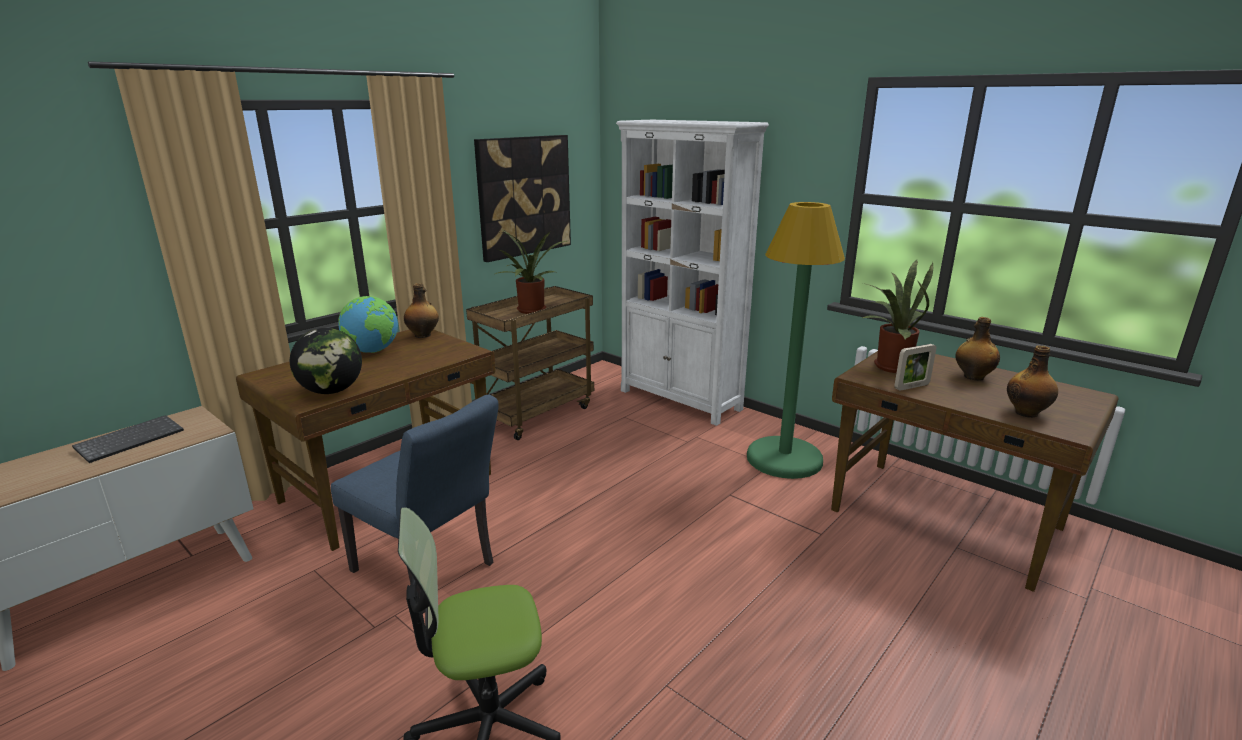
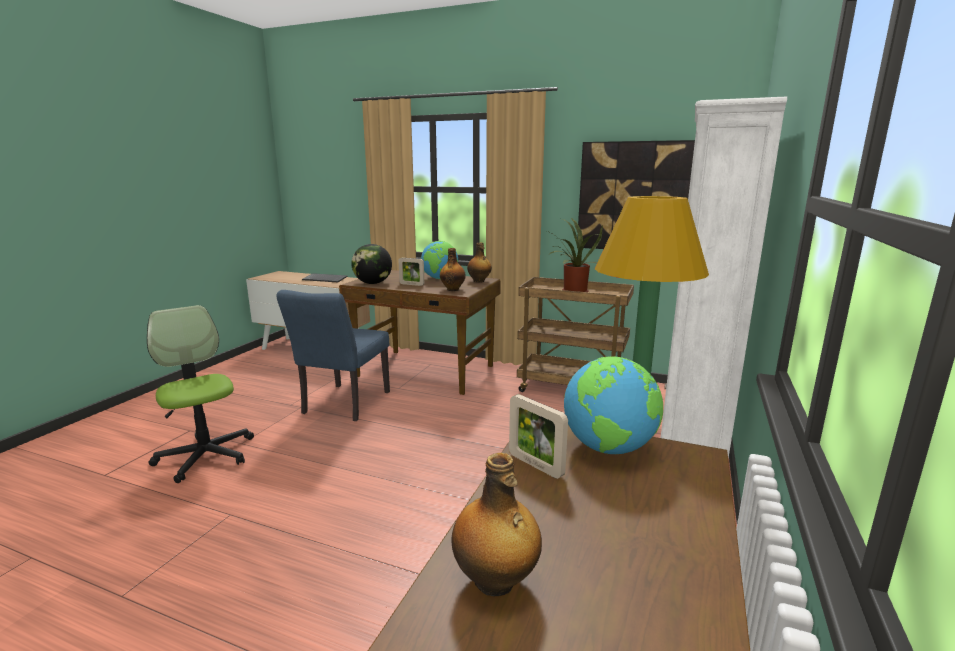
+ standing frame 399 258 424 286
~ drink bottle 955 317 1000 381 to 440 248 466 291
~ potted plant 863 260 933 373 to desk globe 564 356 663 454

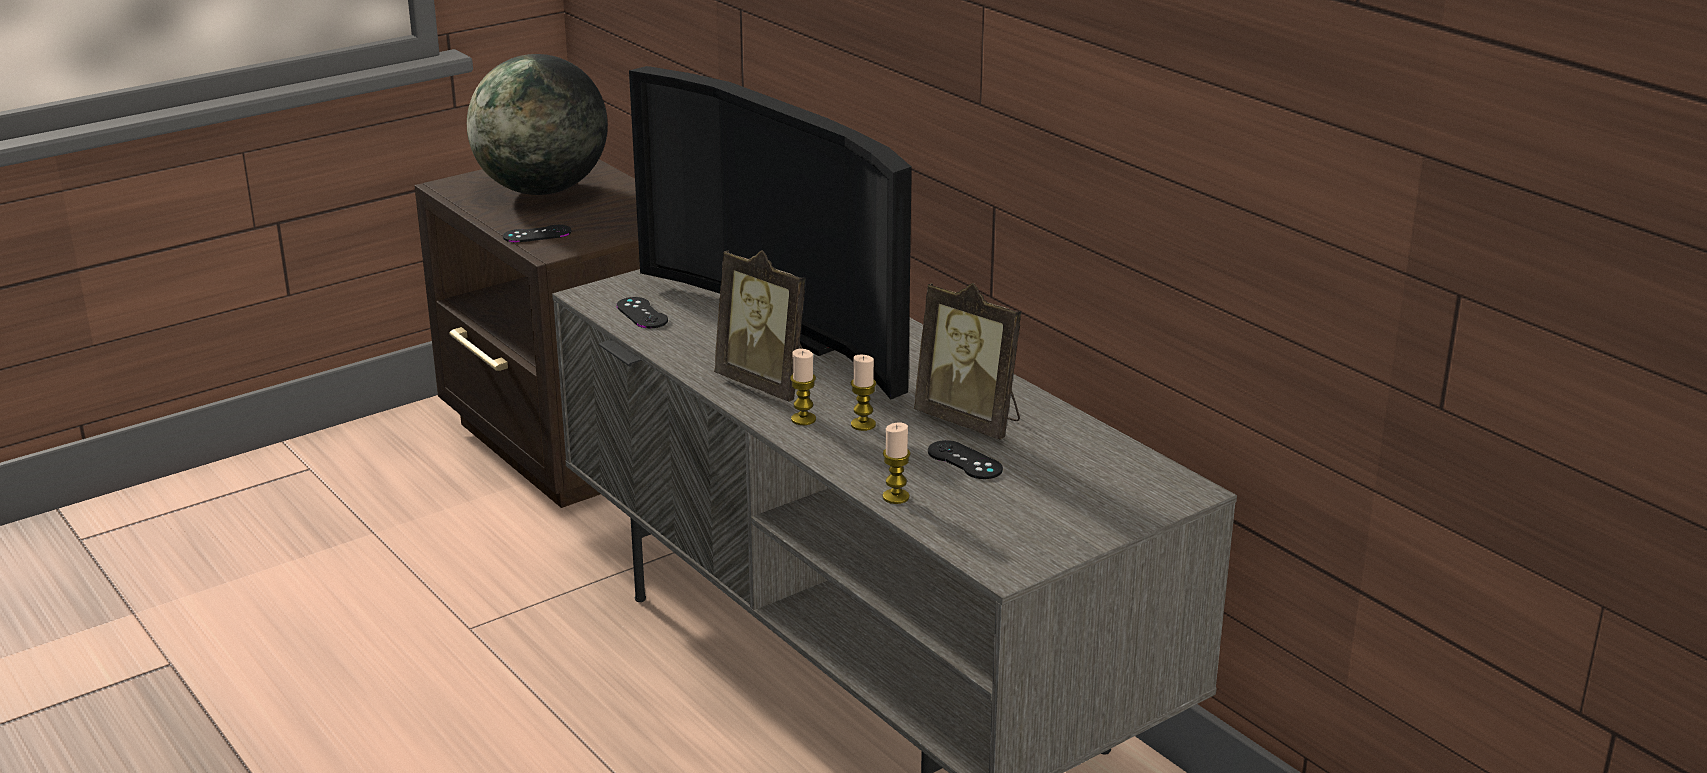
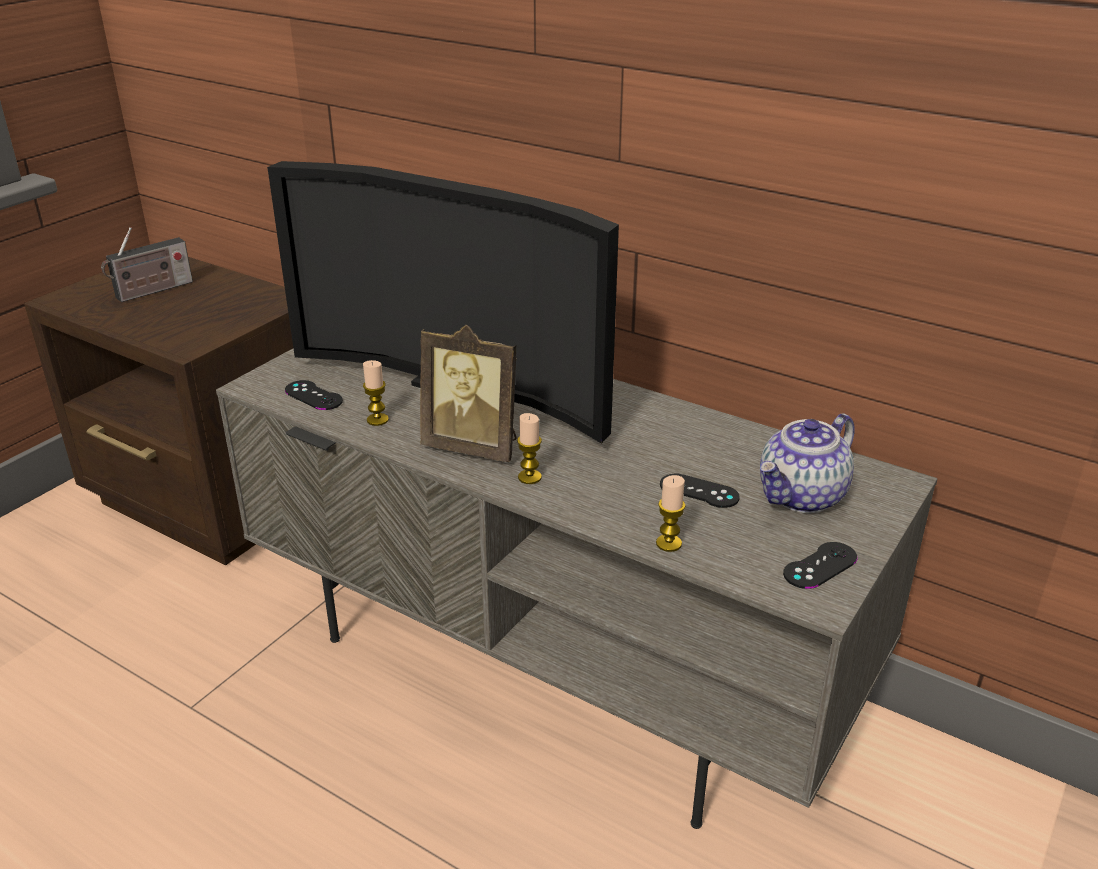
- standing frame 914 283 1021 440
+ tea pot 760 413 855 513
~ joypad in blackish 503 225 571 243 to 783 542 857 589
~ wax light 851 355 876 431 to 363 360 389 426
~ desk globe 467 54 608 195 to radio receiver 101 227 193 302

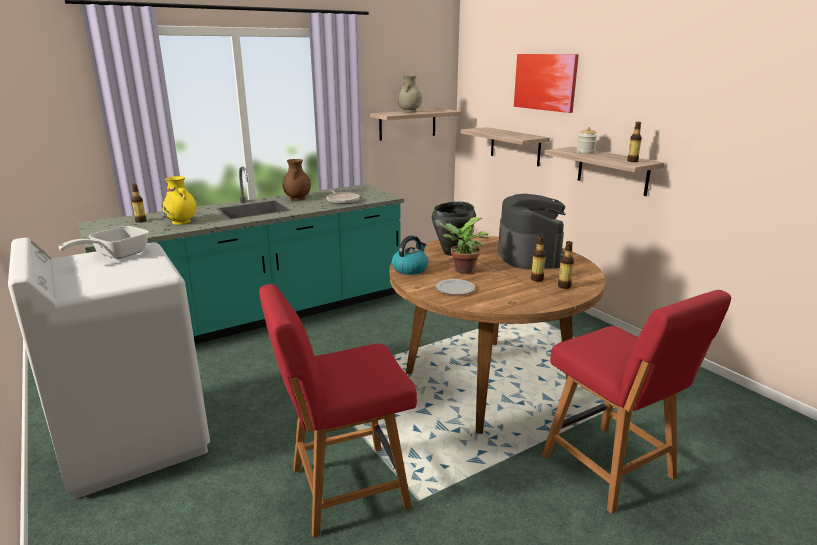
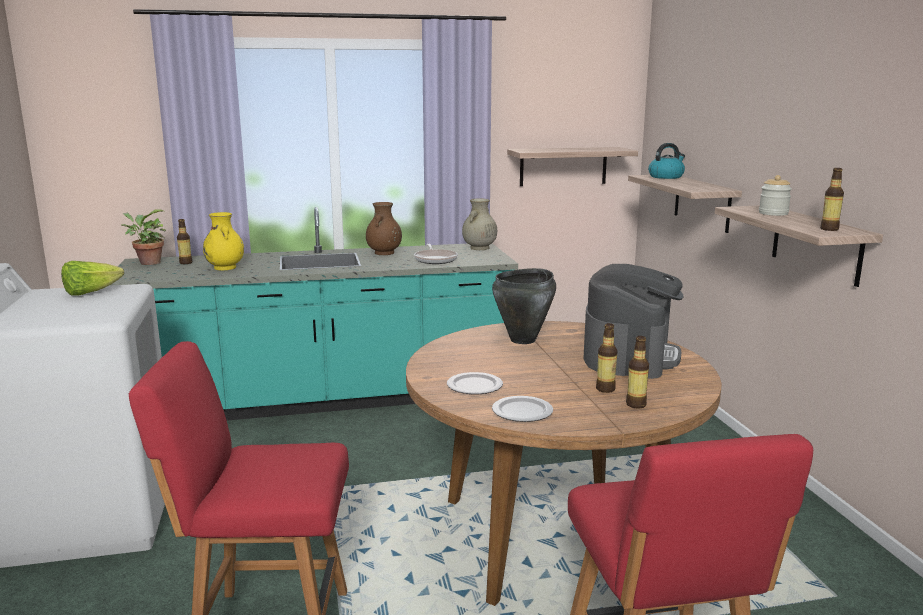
- wall art 514 54 579 113
+ flat dish 492 396 553 422
~ tea kettle 392 235 428 275 to 648 143 685 179
~ decorative vase in beige-coloured 397 76 422 113 to 462 198 497 250
~ potted plant 437 217 489 274 to 121 209 166 265
~ frying pan 59 226 149 259 to lettuce 61 261 124 295

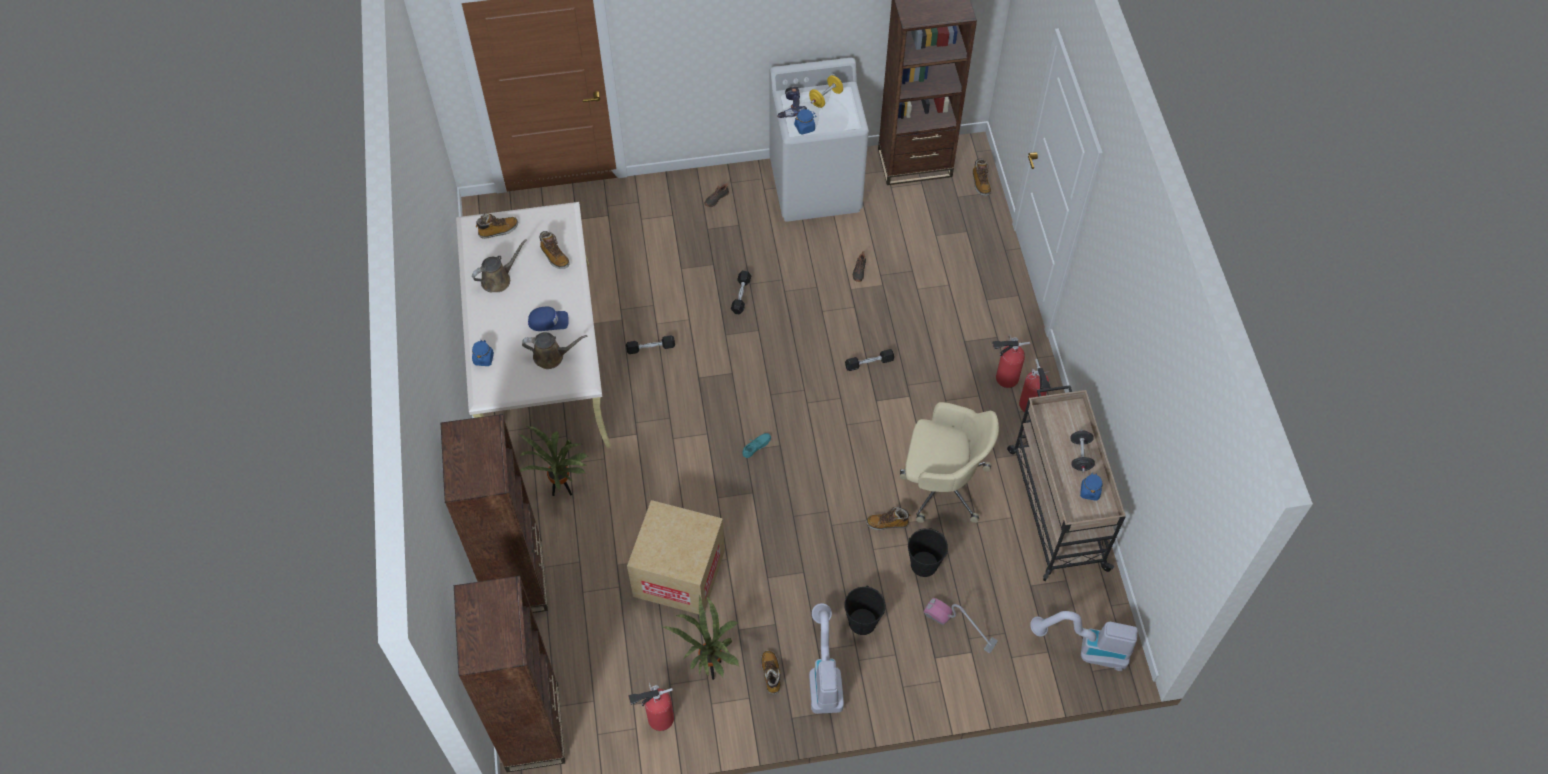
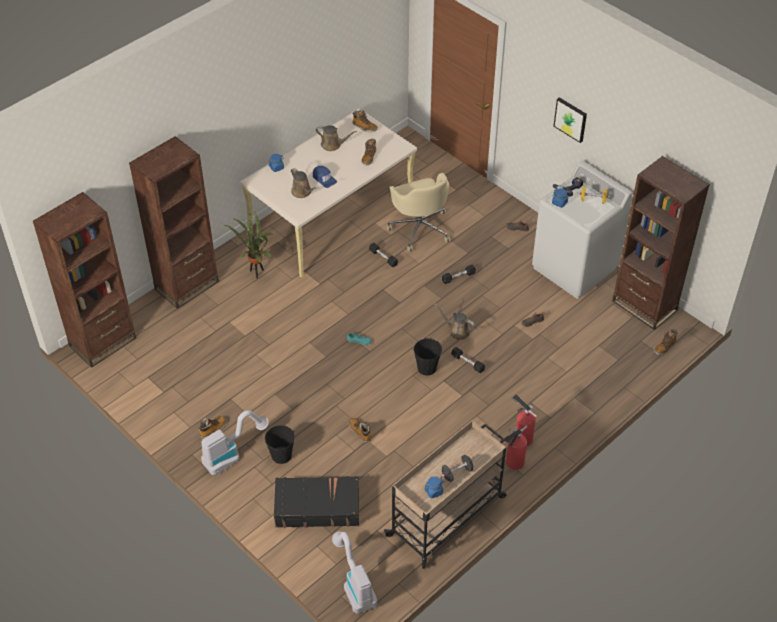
- cardboard box 627 500 725 614
- fire extinguisher 628 682 674 731
- potted plant 663 596 739 680
+ watering can in brown 434 304 475 340
+ wall art 553 97 587 143
~ office chair in beige-coloured 900 402 999 523 to 386 173 450 252
~ pail in blackish 908 528 948 577 to 414 337 442 375
~ vacuum 923 598 998 653 to suitcase in blackish 274 476 359 528

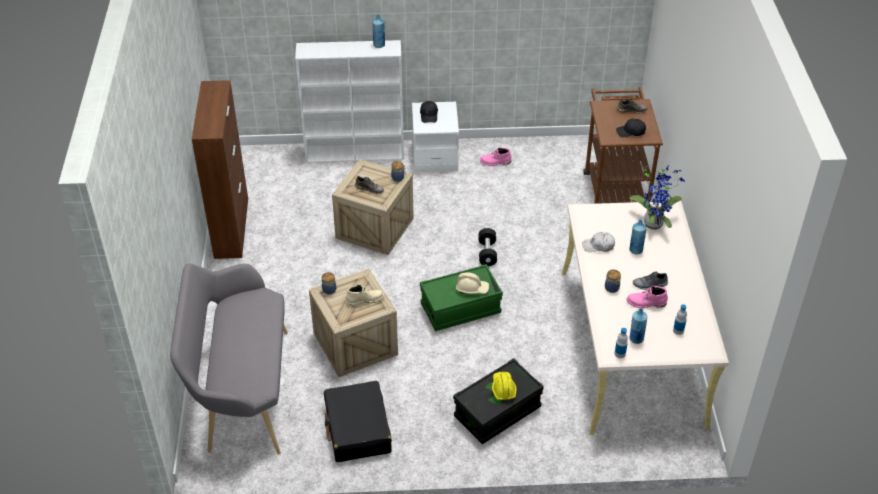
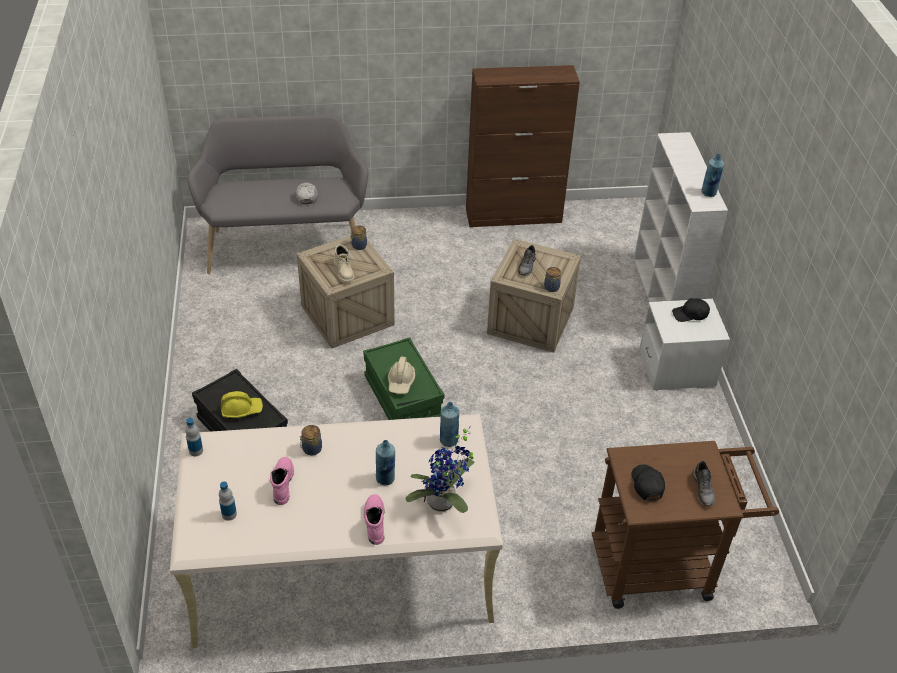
- suitcase in blackish 324 381 392 462
- hand weight in blackish 479 228 497 266
- item of footwear in gray 633 272 668 290
~ high-top boot in pink 480 147 511 166 to 364 494 385 545
~ peaked cap in whitish 582 232 615 252 to 296 182 318 204
~ drink bottle in blue 630 308 647 344 to 440 402 459 447

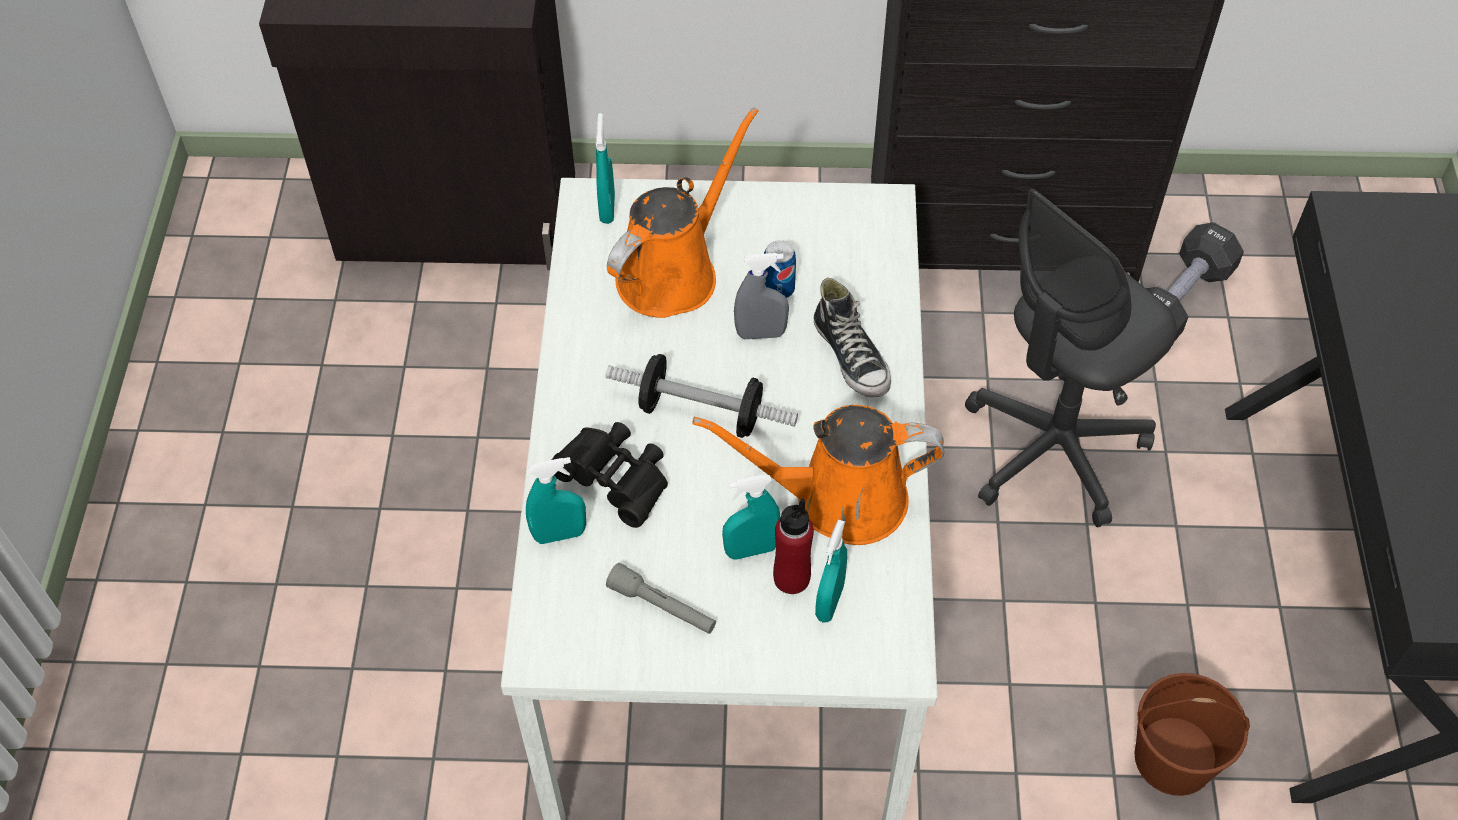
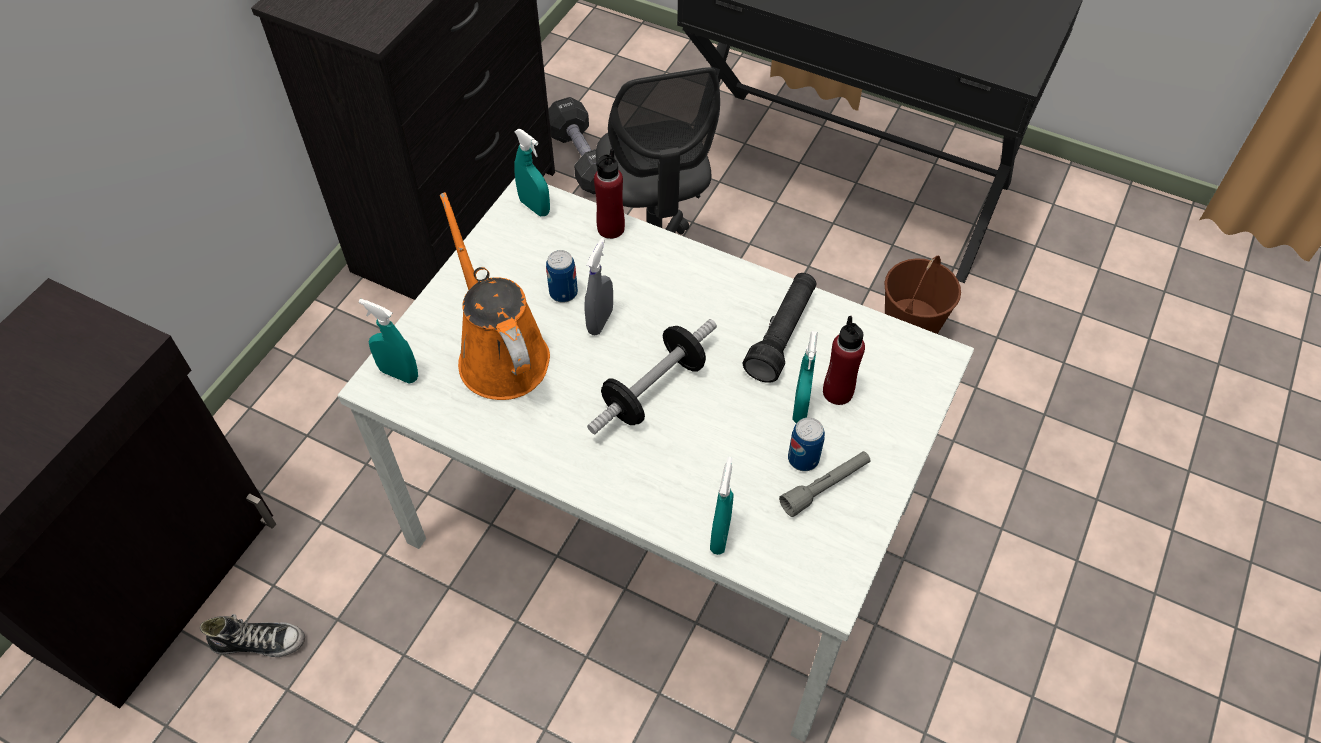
- pair of binoculars in blackish 552 422 668 528
+ drink bottle in red 594 149 625 239
+ can 788 417 825 471
~ item of footwear 814 278 891 397 to 200 614 305 657
~ sprayer in turquoise-coloured 815 520 847 622 to 514 129 550 216
~ watering can in orangey 693 405 944 545 to torch in blackish 743 273 816 383

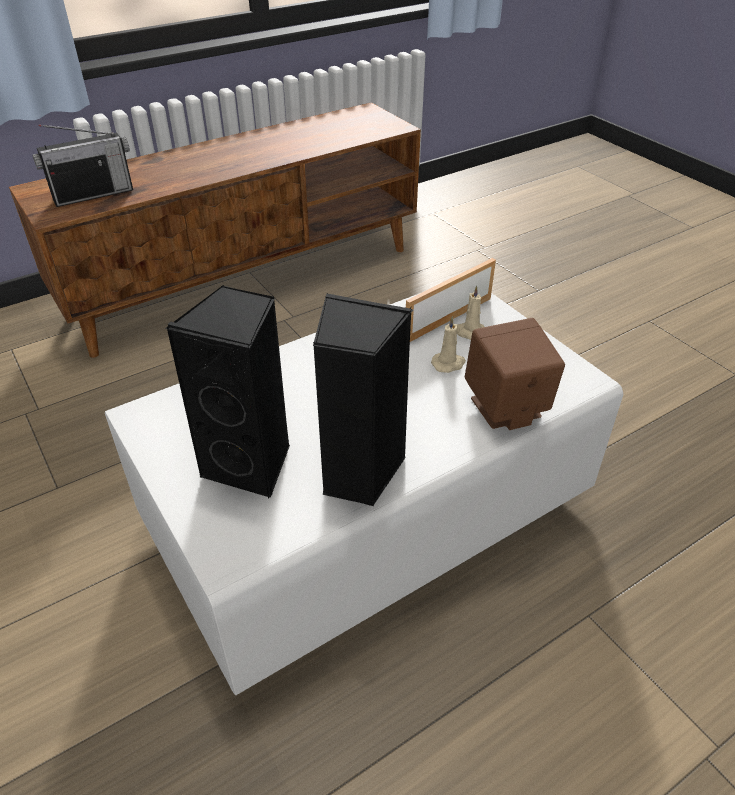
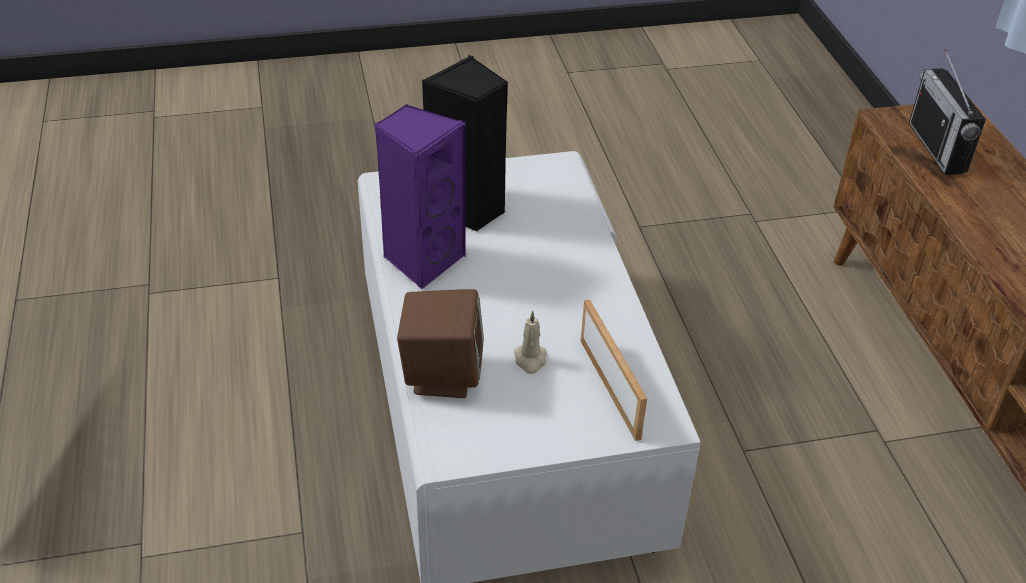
- wax light in beige-coloured 457 285 485 340
~ loudspeaker in blackish 313 293 413 506 to loudspeaker in purple-coloured 374 104 466 289

